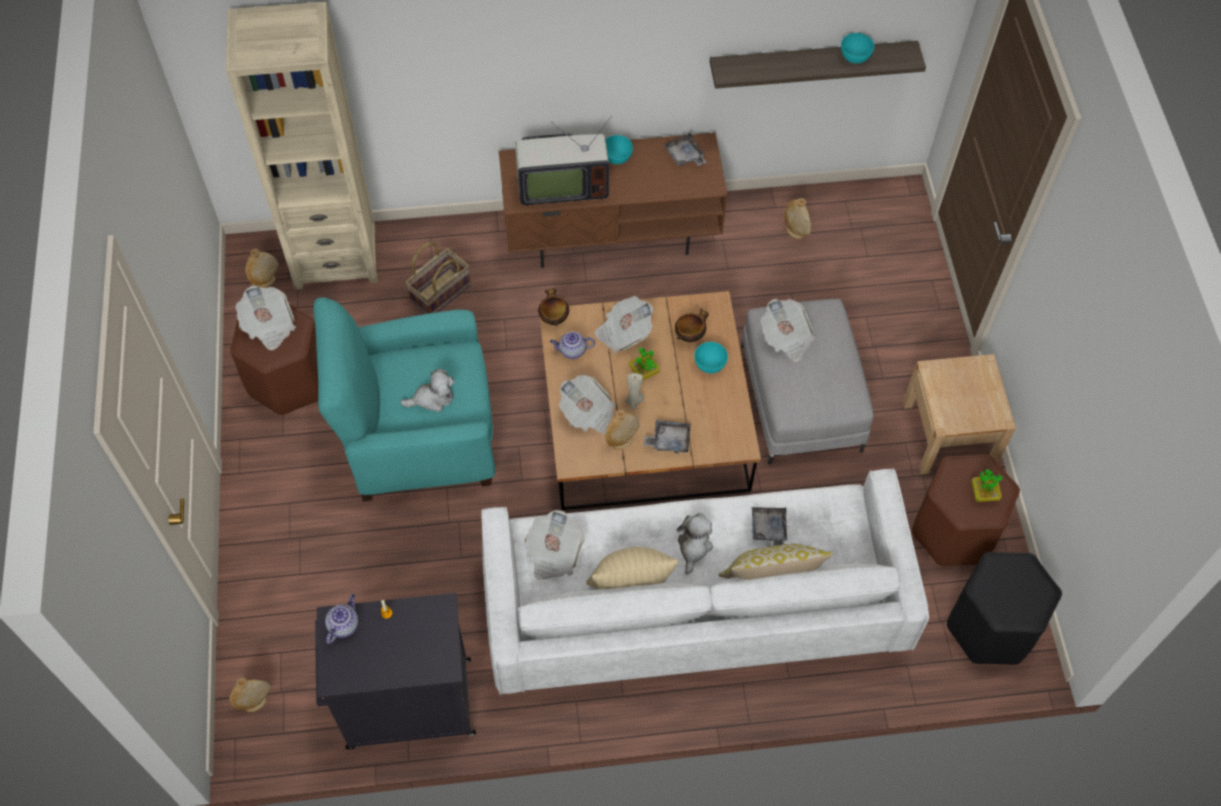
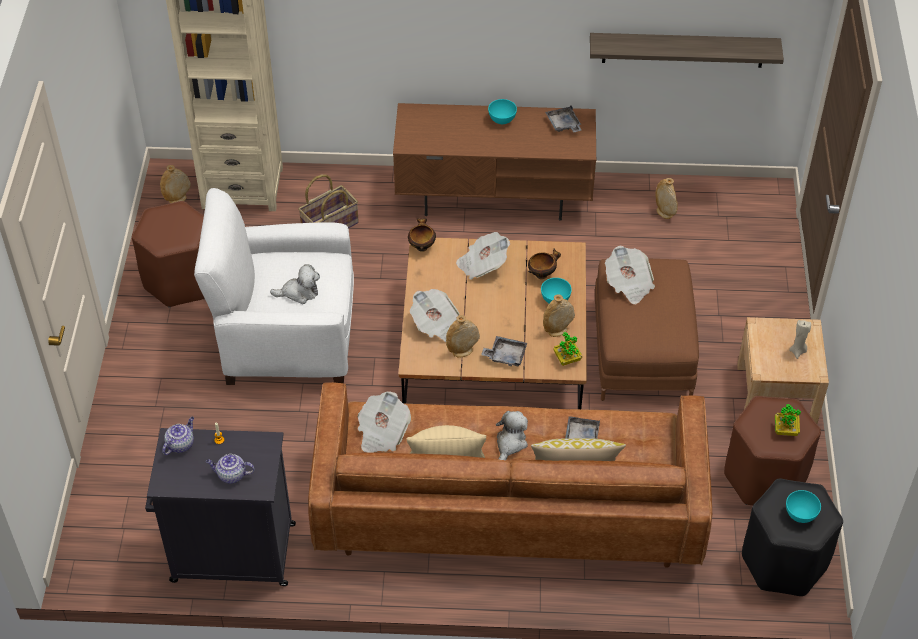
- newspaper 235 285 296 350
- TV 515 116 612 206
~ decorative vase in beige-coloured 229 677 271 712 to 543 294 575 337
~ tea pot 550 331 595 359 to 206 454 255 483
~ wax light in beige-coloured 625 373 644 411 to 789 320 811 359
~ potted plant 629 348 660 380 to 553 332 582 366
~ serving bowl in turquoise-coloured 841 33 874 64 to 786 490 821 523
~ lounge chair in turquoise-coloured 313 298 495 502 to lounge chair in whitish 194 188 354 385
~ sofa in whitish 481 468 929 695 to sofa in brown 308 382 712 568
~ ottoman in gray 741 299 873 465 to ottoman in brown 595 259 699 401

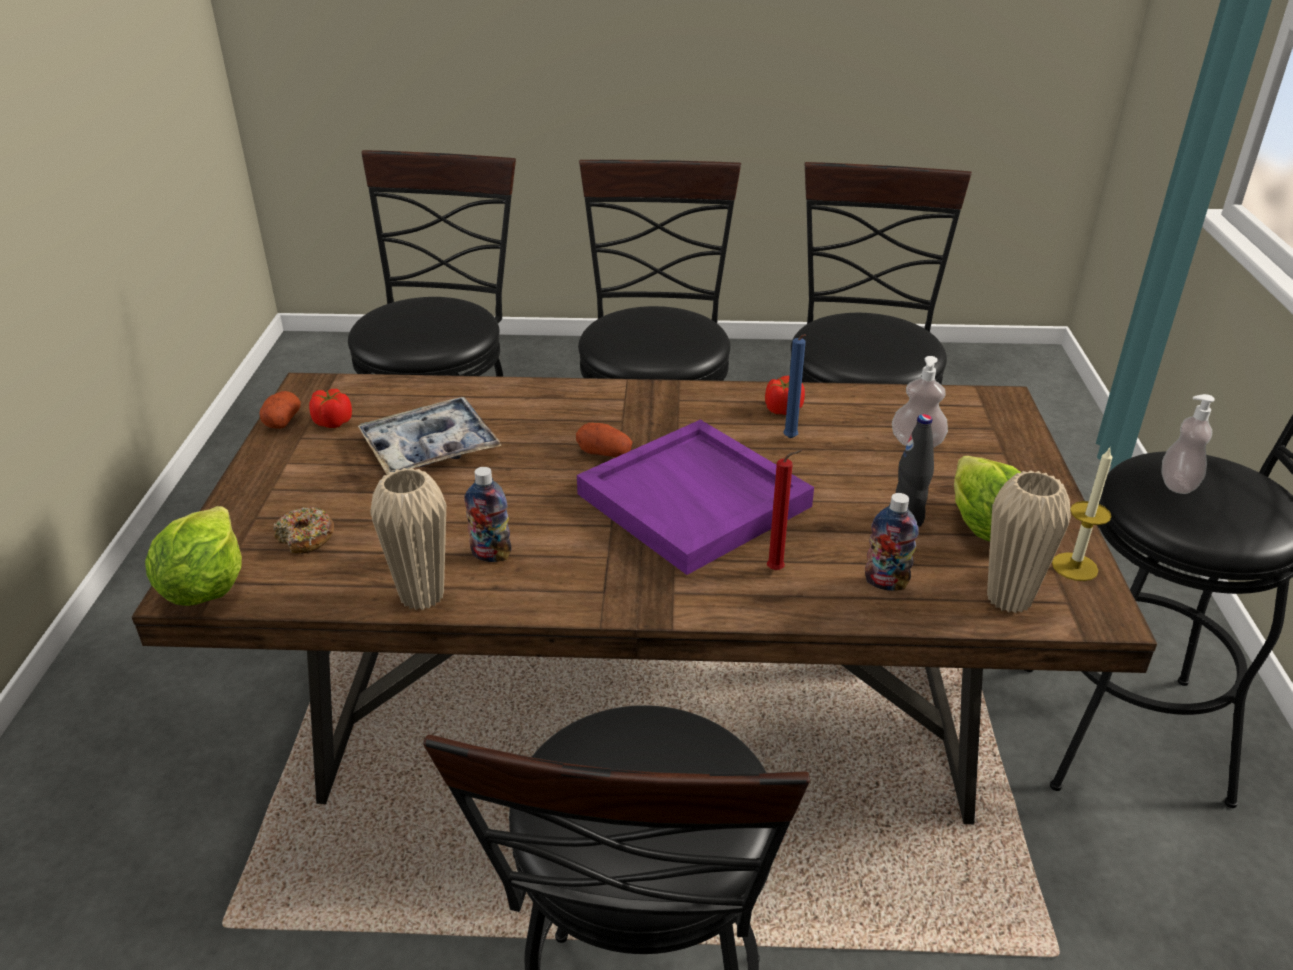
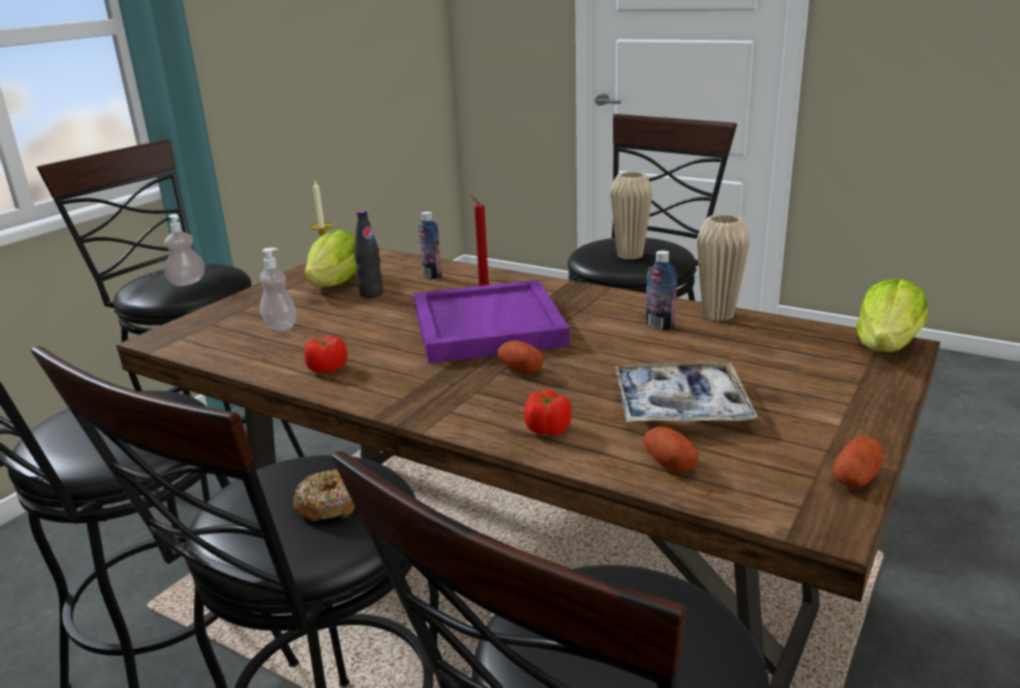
- wax light in blue 783 334 806 438
+ spud 644 426 698 472
~ donut 273 507 334 554 to 293 469 355 522
~ tomato 309 389 352 428 to 524 389 571 436
~ decorative vase in beige-coloured 987 470 1071 613 to 610 172 653 260

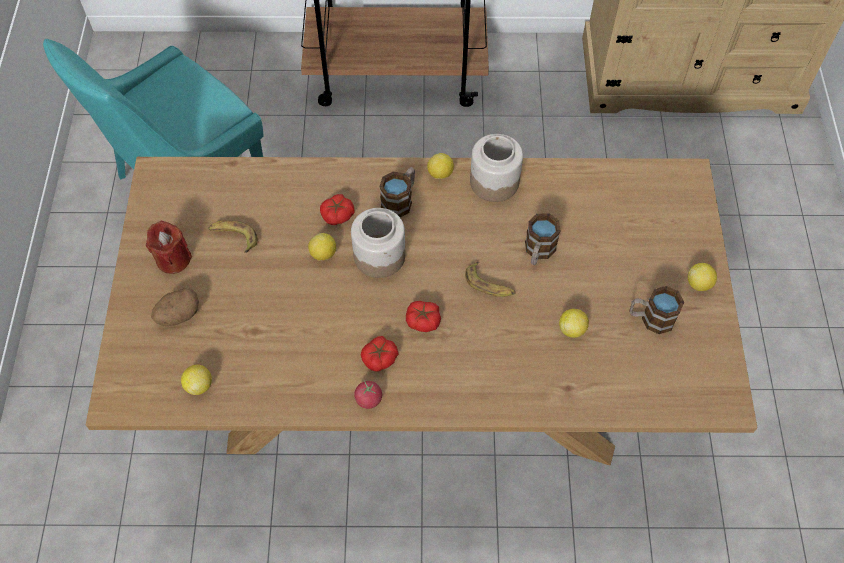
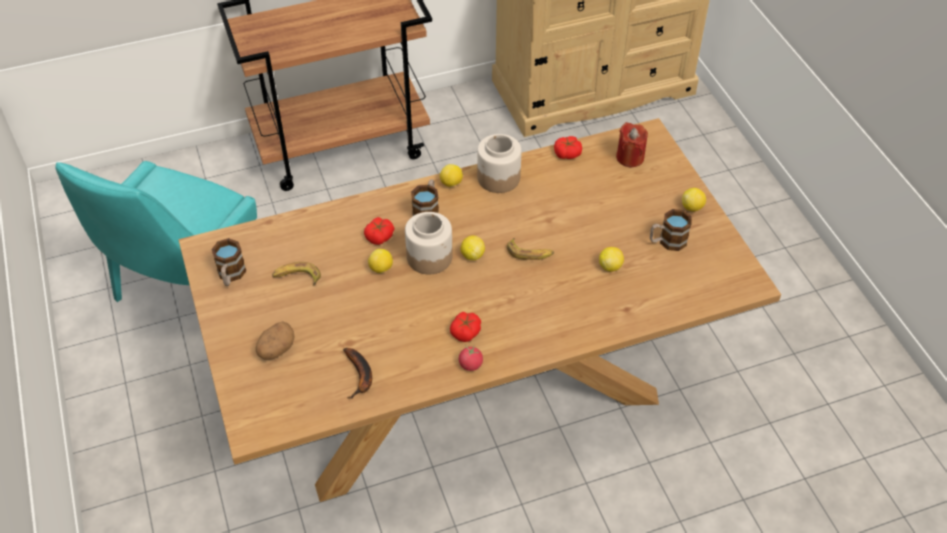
+ banana 343 348 372 399
~ wax light in red 146 221 192 274 to 616 122 648 167
~ whole lemon 181 364 212 395 to 461 235 485 260
~ tomato 406 301 441 332 to 554 136 582 159
~ tea mug 525 213 560 265 to 211 238 246 286

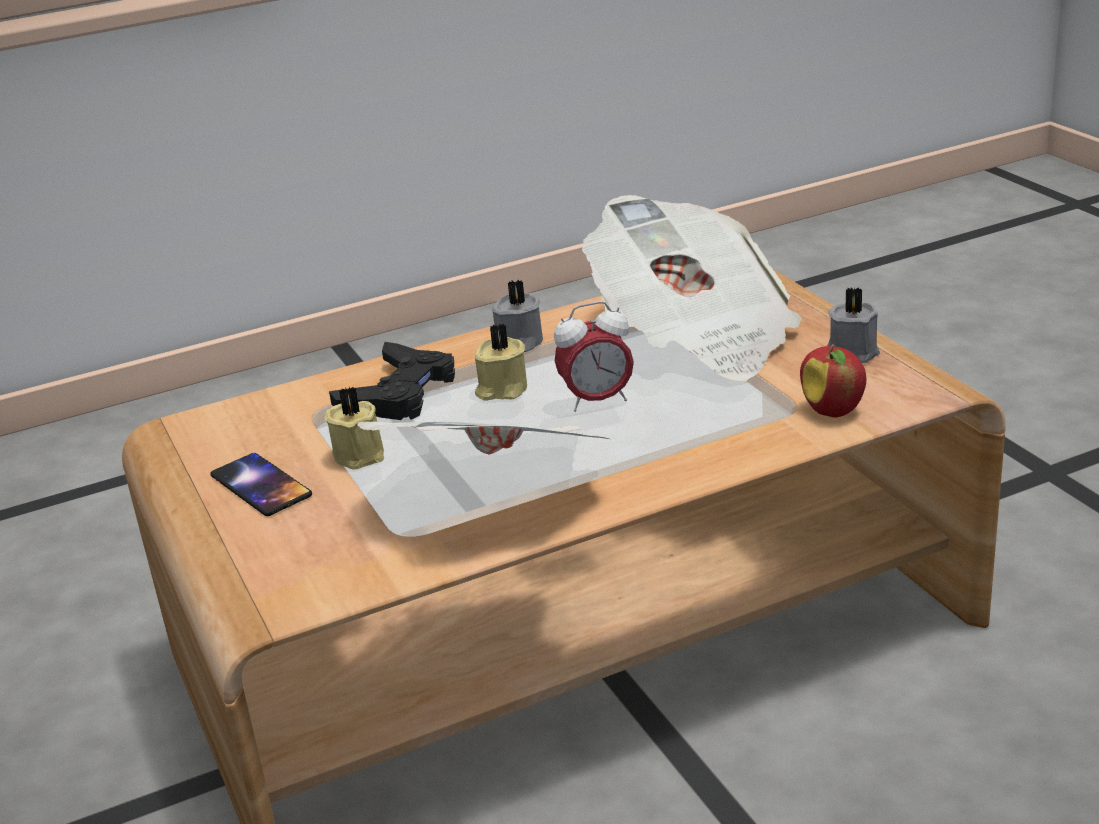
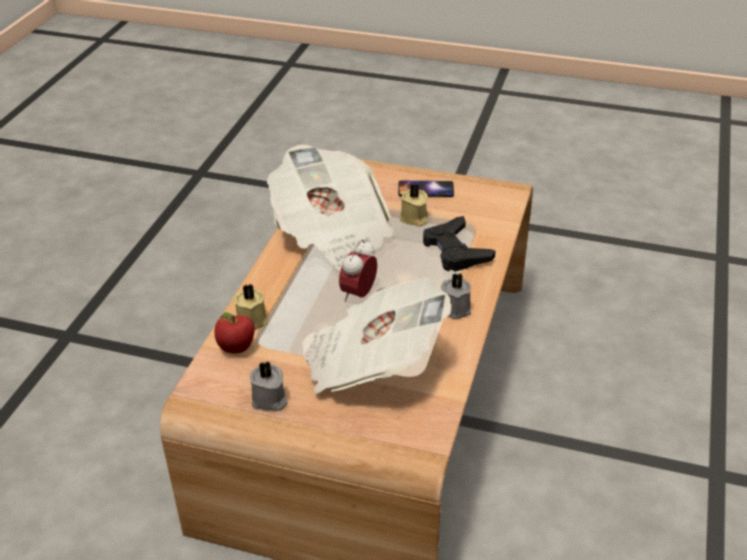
~ wax light in beige-coloured 475 324 527 401 to 233 284 268 330

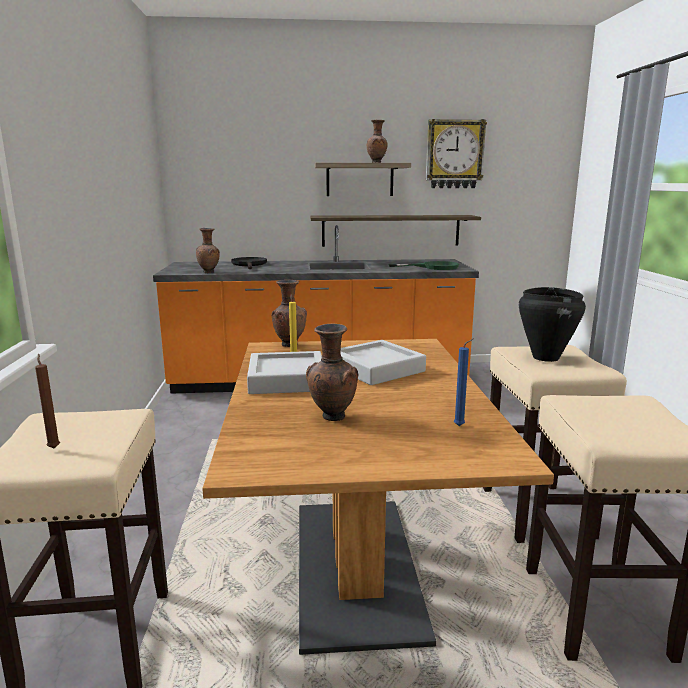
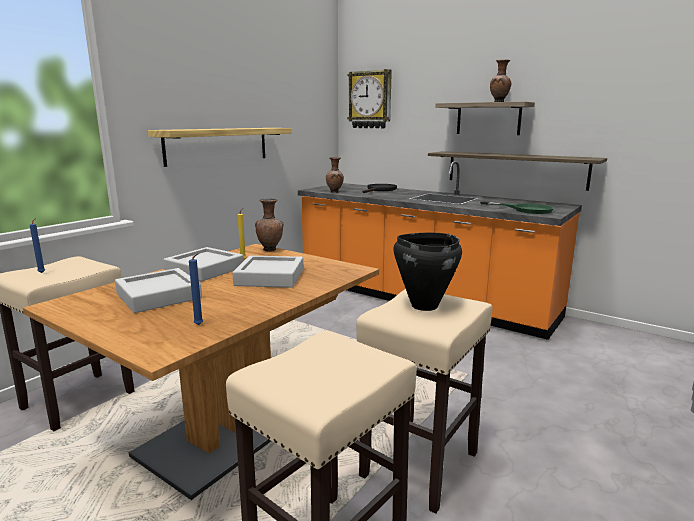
+ wall shelf 148 128 292 167
~ hanging clock 426 119 487 188 to 347 69 392 128
~ decorative vase in brown 306 324 358 421 to serving tray in gray 115 268 202 313
~ wax light in brown 35 353 60 448 to wax light in blue 30 218 45 273

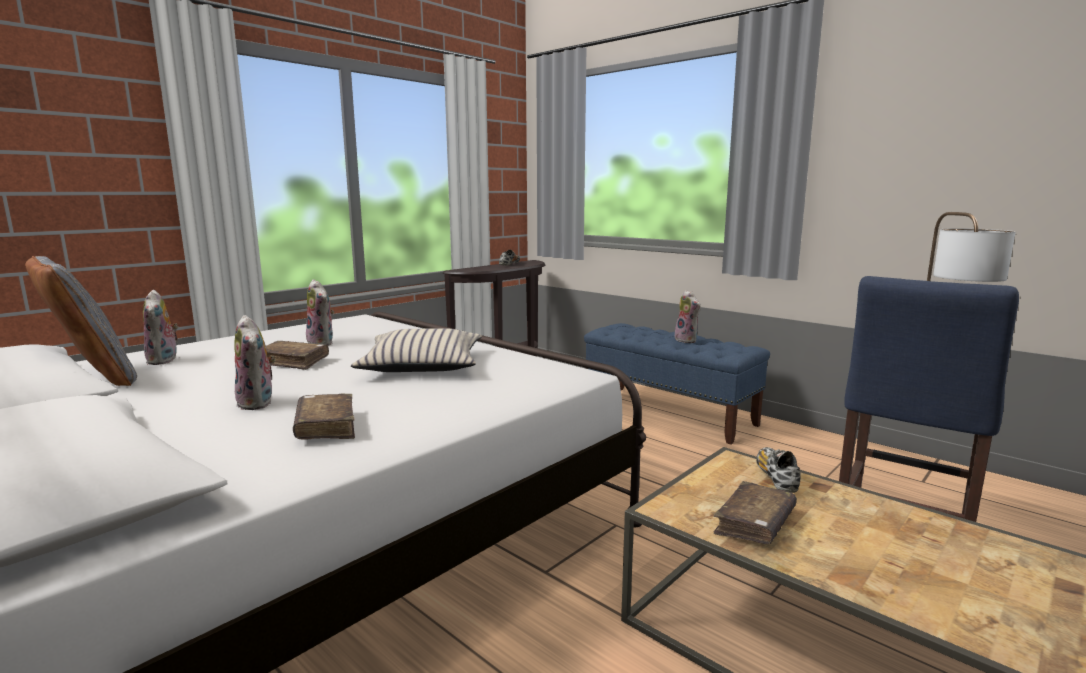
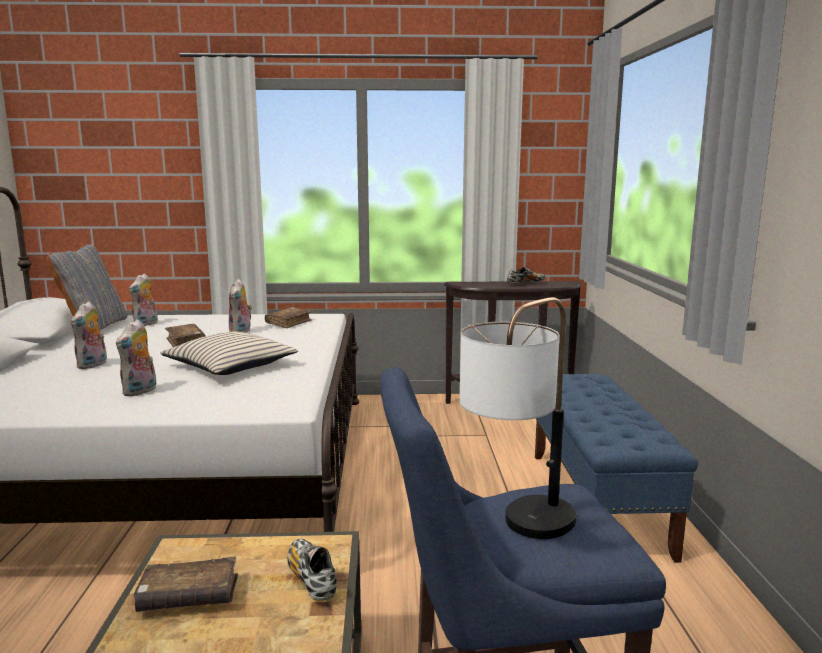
~ book in brown 293 394 355 439 to 265 307 312 328
~ cuddly toy 674 290 700 343 to 116 319 156 397
~ item of footwear 756 447 801 493 = 287 539 337 601 75 degrees counterclockwise

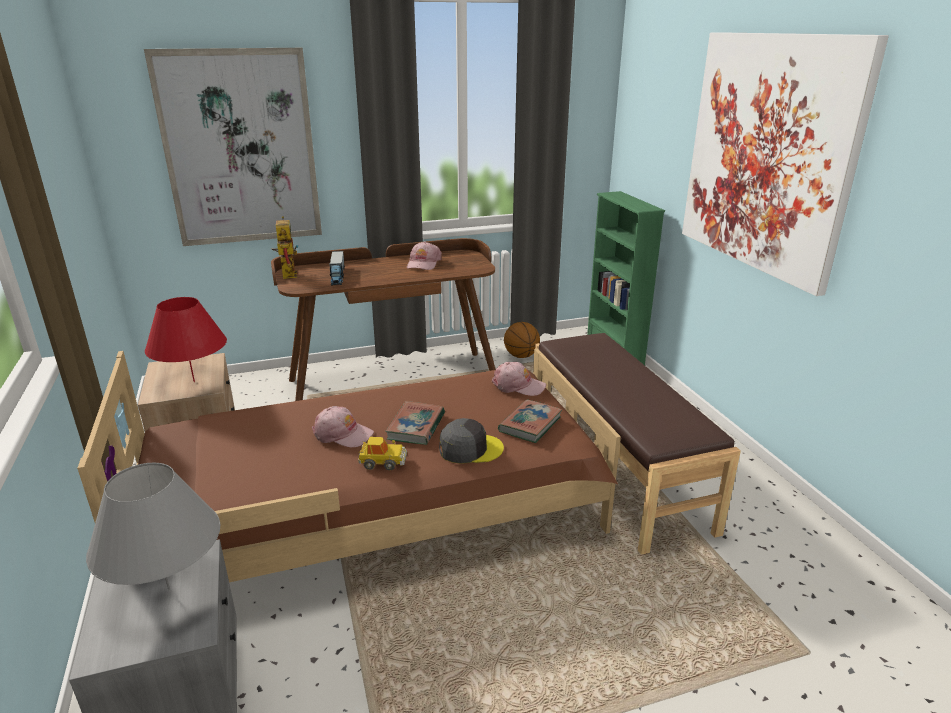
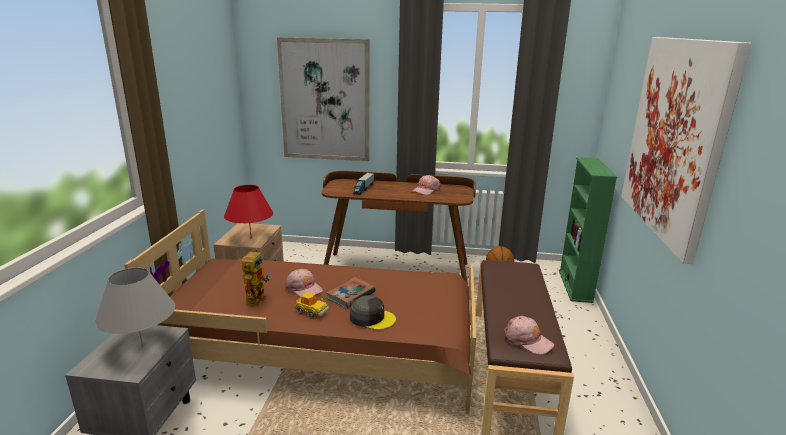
- book 498 399 562 443
~ model robot 272 216 298 279 to 242 248 270 306
~ peaked cap in pink 492 362 546 396 to 504 316 554 355

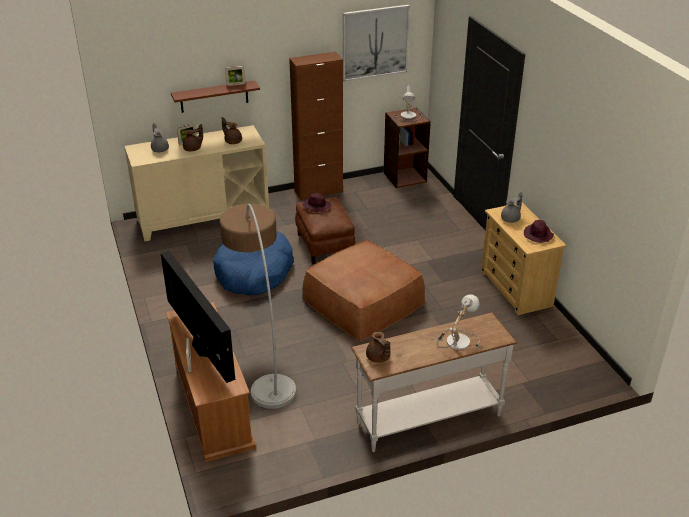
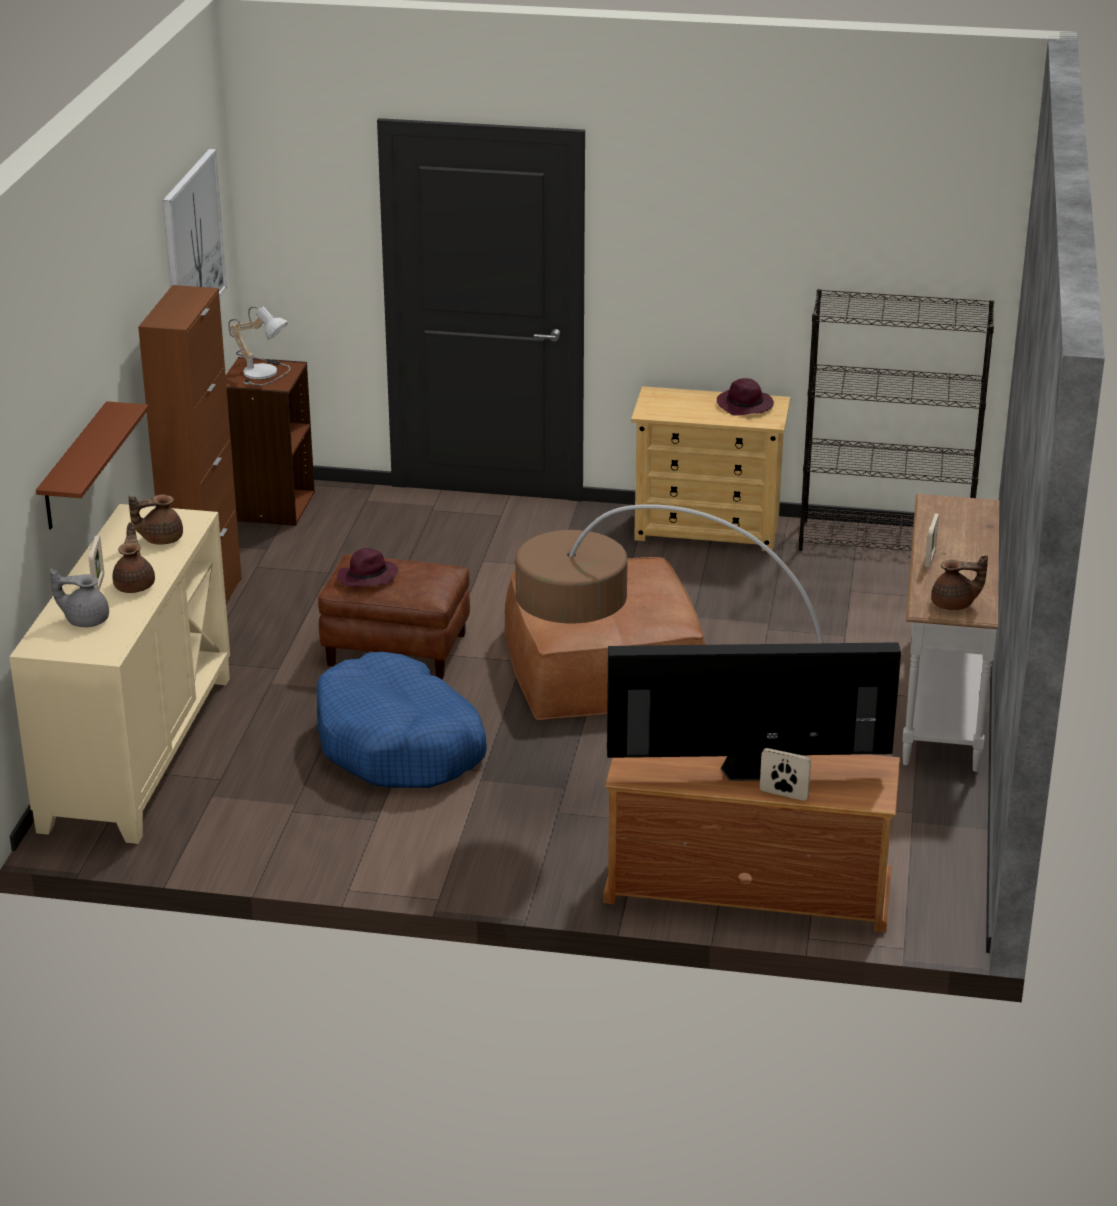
- tabletop lamp 436 294 480 350
- tea pot in gray 501 192 523 223
+ bookcase in blackish 799 289 994 551
~ standing frame 225 66 245 86 to 925 513 939 569

